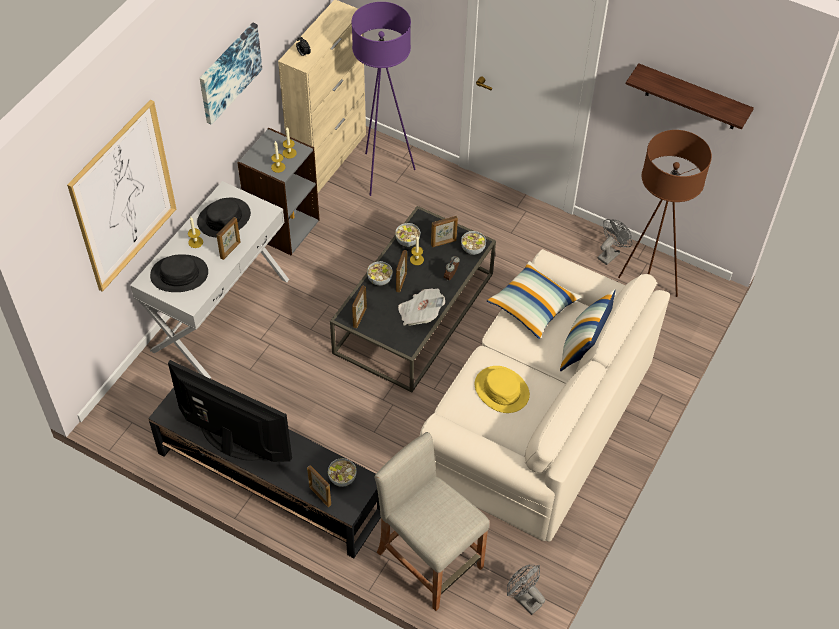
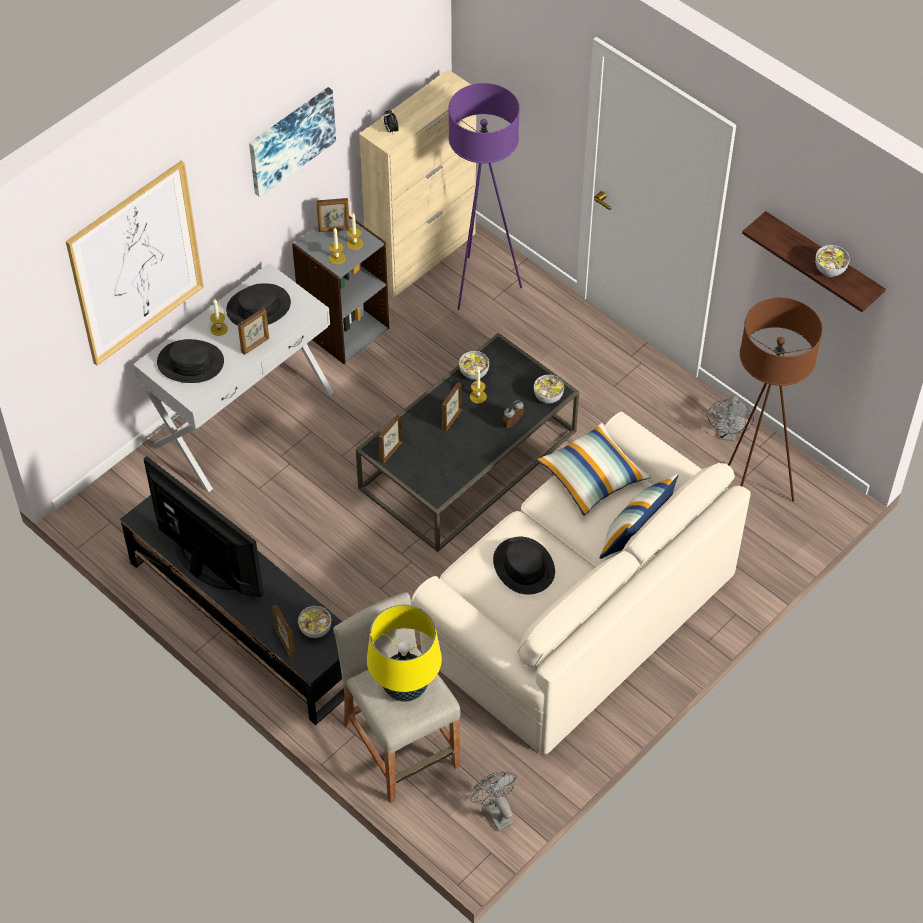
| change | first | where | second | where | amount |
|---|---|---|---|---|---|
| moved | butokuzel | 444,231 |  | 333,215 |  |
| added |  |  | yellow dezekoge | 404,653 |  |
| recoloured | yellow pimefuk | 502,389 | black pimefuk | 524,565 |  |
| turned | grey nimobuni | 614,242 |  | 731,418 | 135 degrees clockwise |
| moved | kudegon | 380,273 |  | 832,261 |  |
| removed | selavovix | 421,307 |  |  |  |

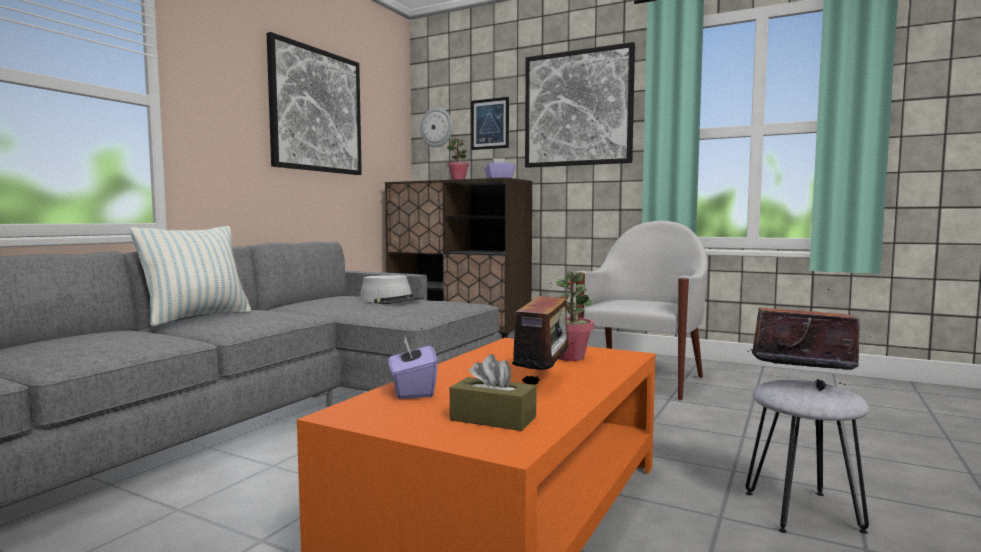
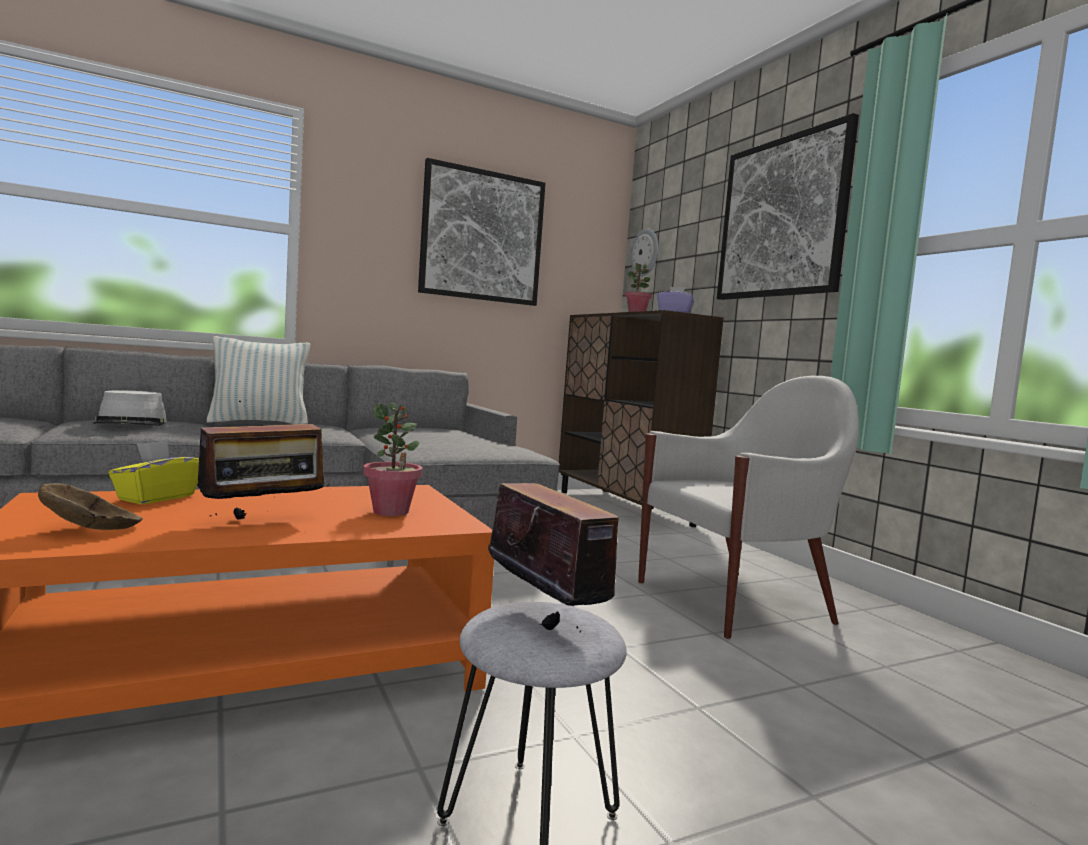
| change | first | where | second | where | amount |
|---|---|---|---|---|---|
| replaced | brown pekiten | 493,392 | brown kudegon | 90,506 |  |
| moved | grey pimefuk | 391,289 |  | 130,408 |  |
| recoloured | purple pekiten | 413,368 | yellow pekiten | 153,472 |  |
| removed | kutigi | 490,123 |  |  |  |

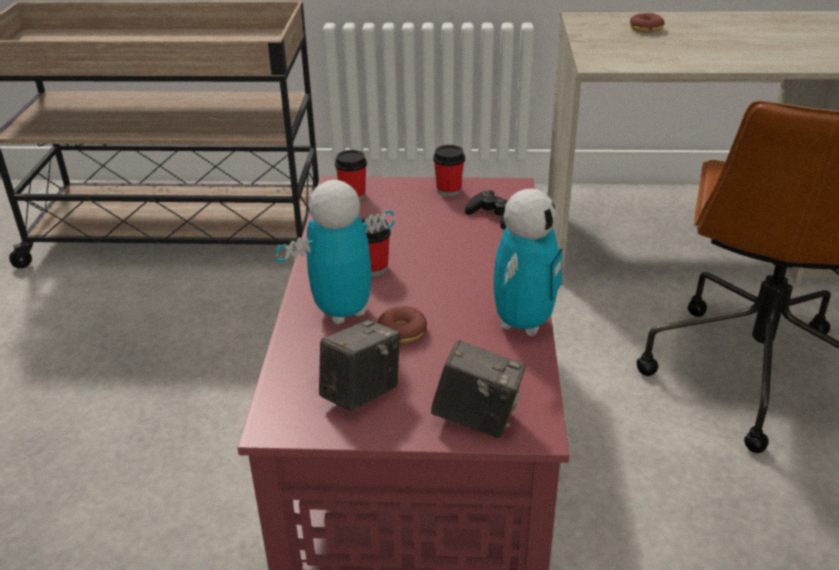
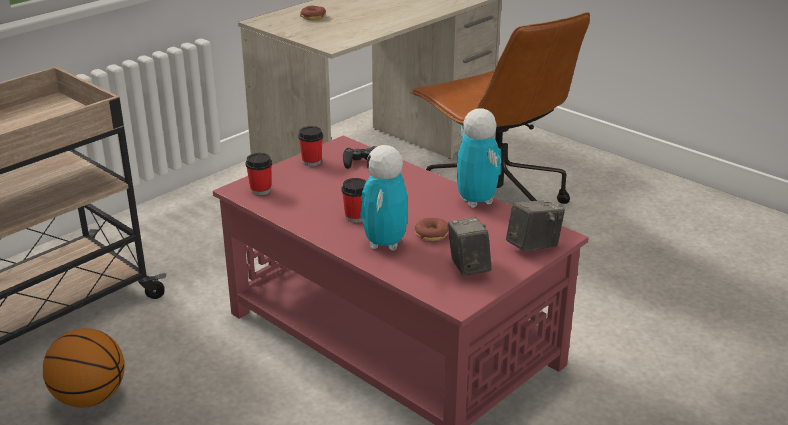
| change | first | where | second | where | amount |
|---|---|---|---|---|---|
| added |  |  | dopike | 84,368 |  |

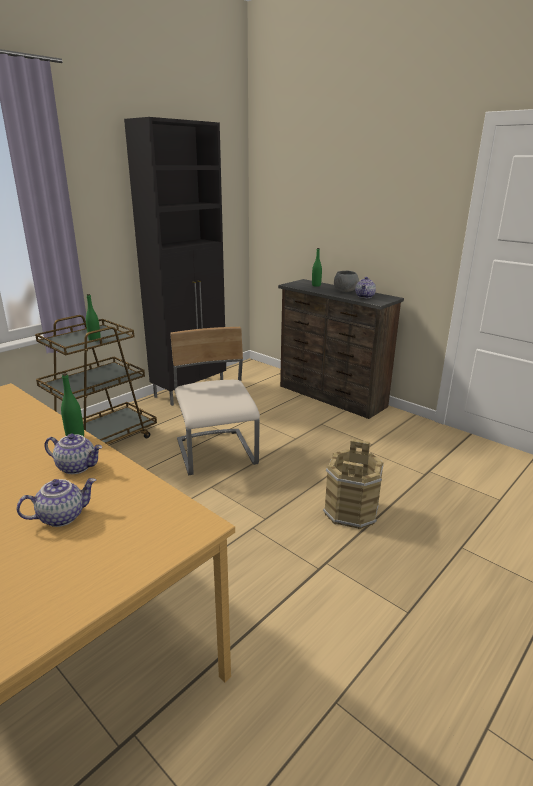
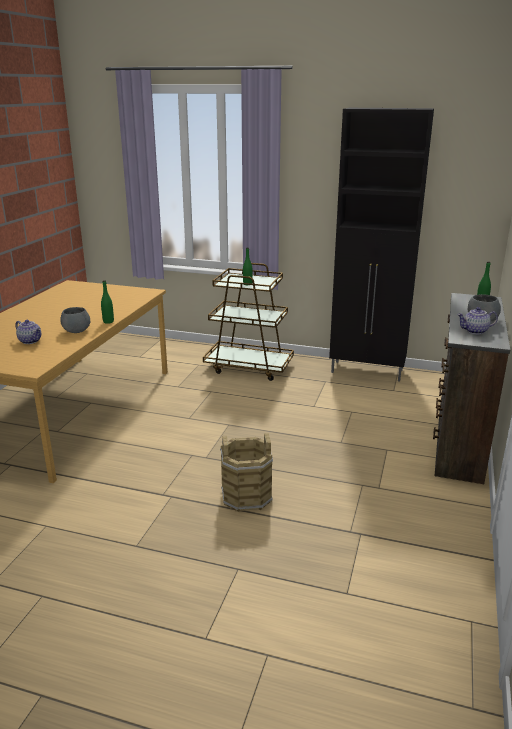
| change | first | where | second | where | amount |
|---|---|---|---|---|---|
| replaced | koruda | 73,453 | grey kudegon | 75,320 |  |
| removed | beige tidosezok | 215,401 |  |  |  |

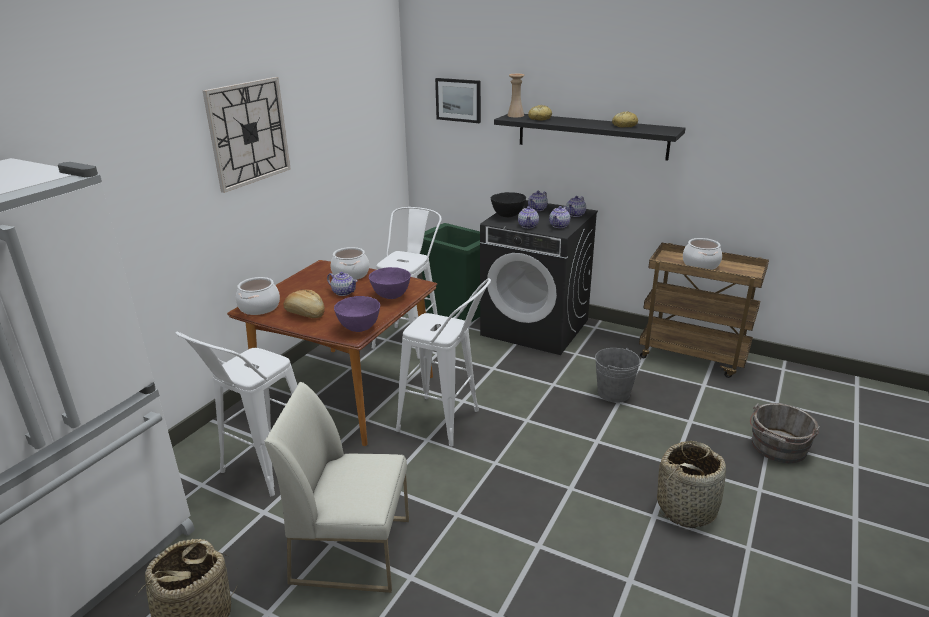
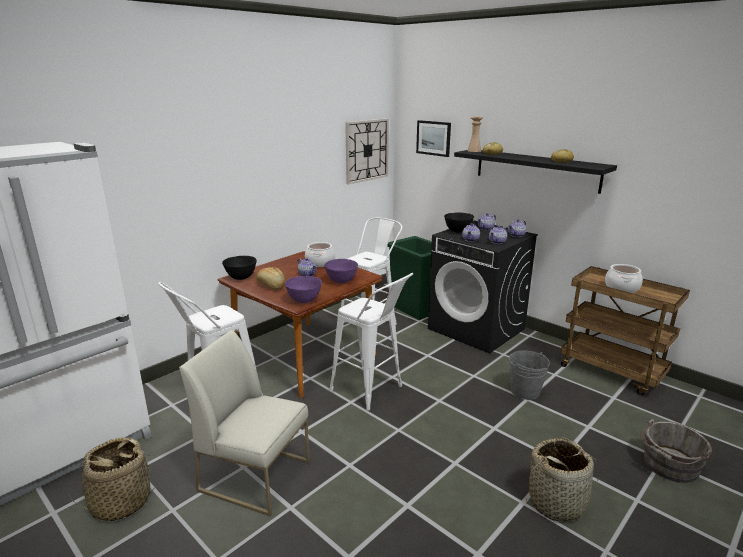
| change | first | where | second | where | amount |
|---|---|---|---|---|---|
| replaced | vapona | 258,296 | black kudegon | 239,268 |  |
| moved | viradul | 247,135 |  | 367,151 |  |

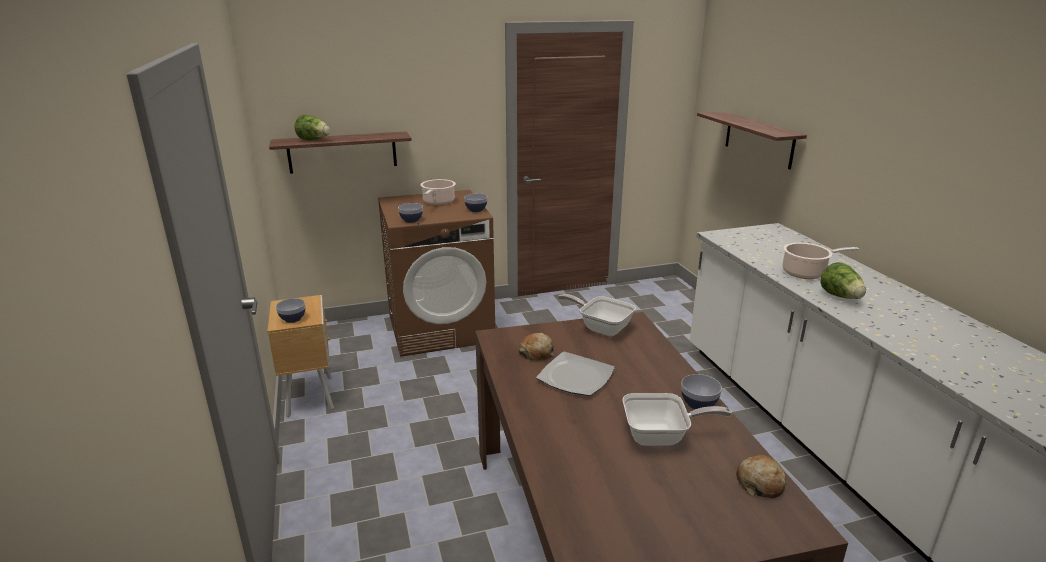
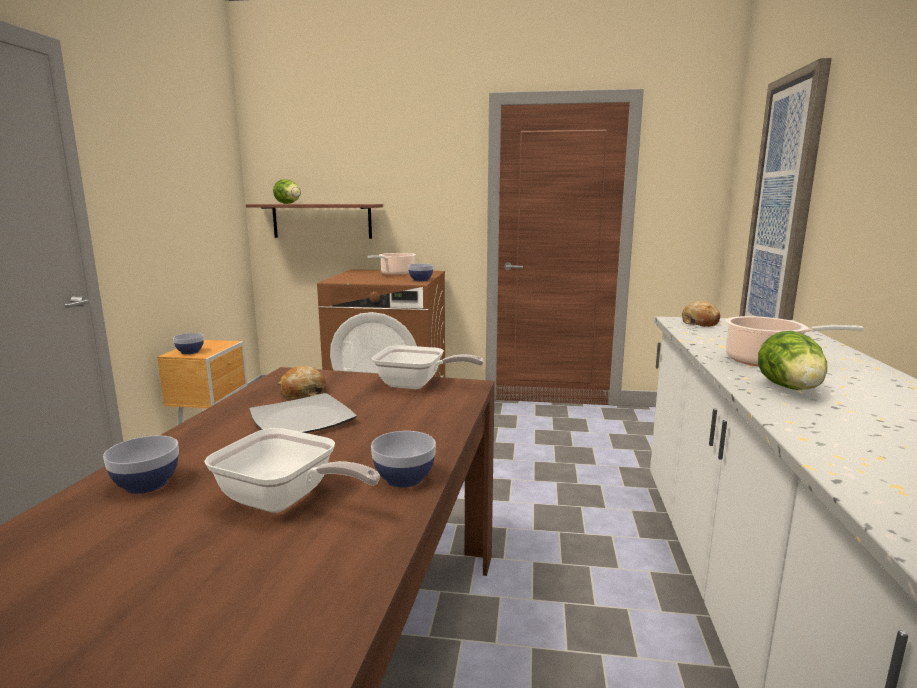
| change | first | where | second | where | amount |
|---|---|---|---|---|---|
| moved | kudegon | 410,213 |  | 141,464 |  |
| turned | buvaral | 597,315 |  | 428,367 | 135 degrees clockwise |
| moved | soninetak | 761,477 |  | 701,314 |  |
| replaced | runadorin | 752,140 | kutigi | 785,189 |  |

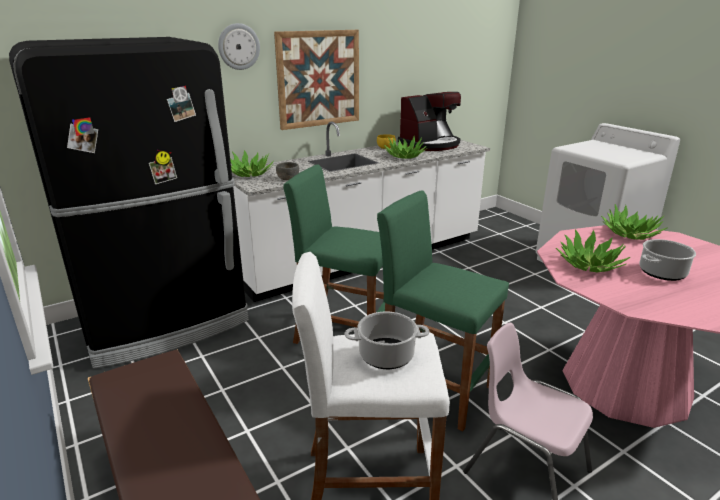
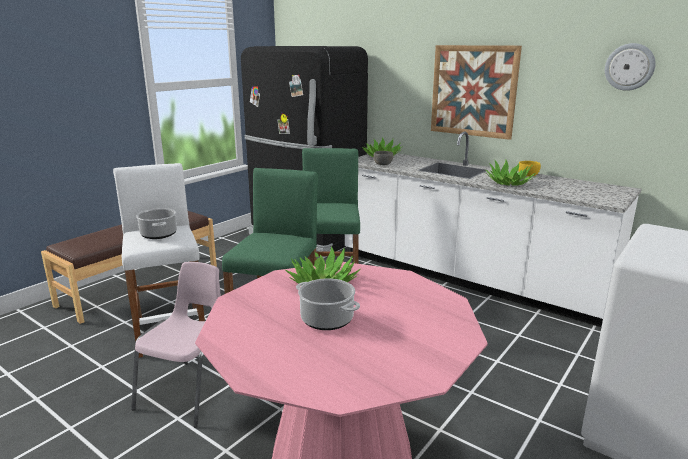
| change | first | where | second | where | amount |
|---|---|---|---|---|---|
| moved | viradul | 239,46 |  | 630,67 |  |
| removed | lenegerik | 429,121 |  |  |  |
| removed | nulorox | 634,222 |  |  |  |

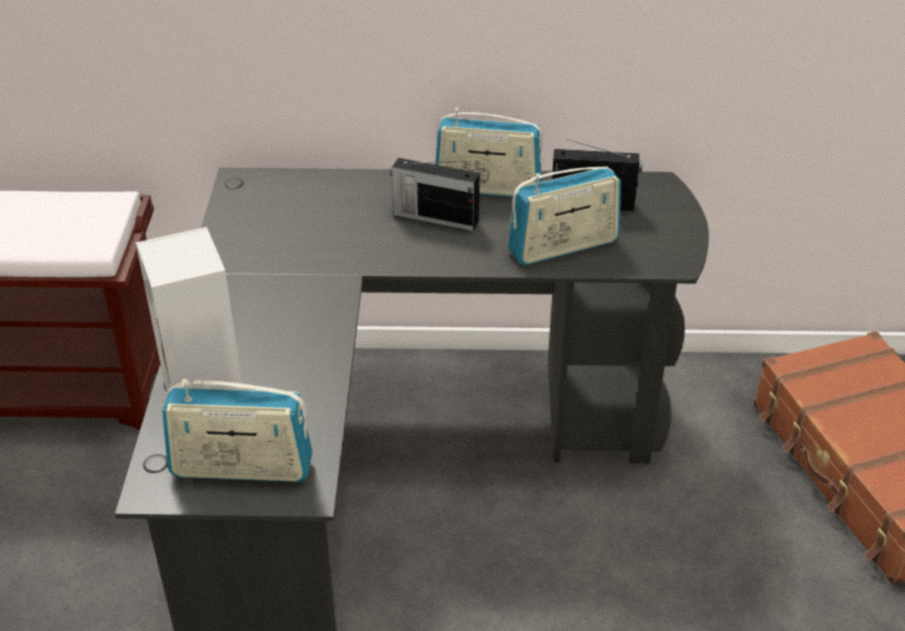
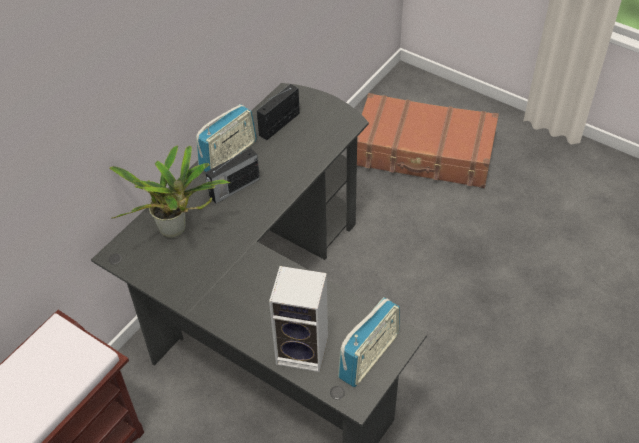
| change | first | where | second | where | amount |
|---|---|---|---|---|---|
| added |  |  | nulorox | 170,191 |  |
| removed | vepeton | 564,215 |  |  |  |

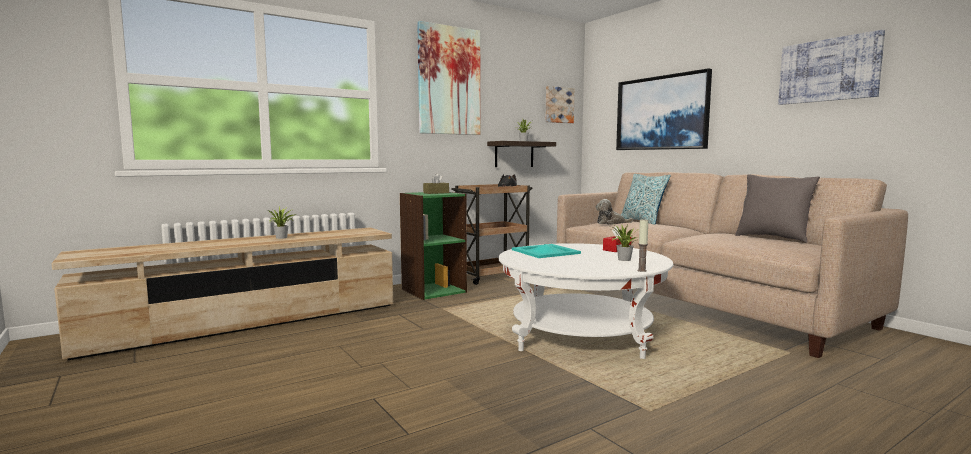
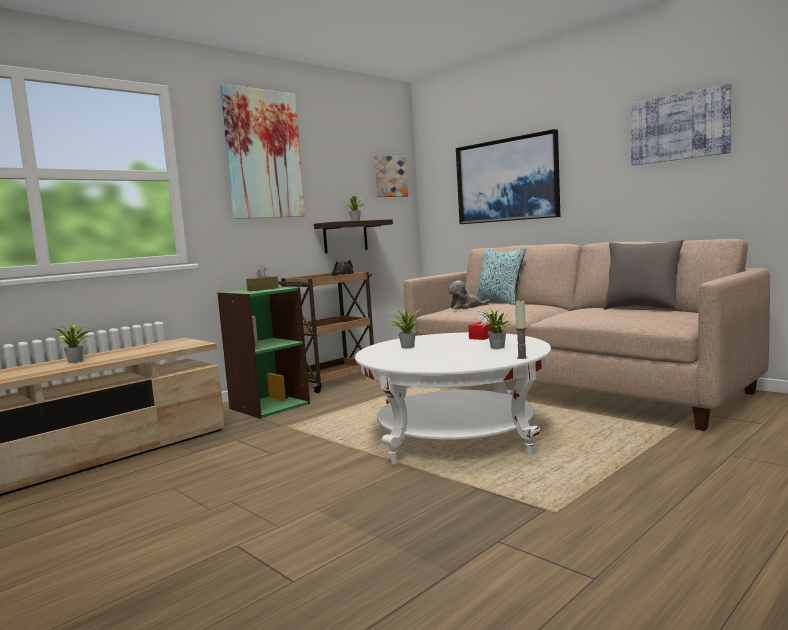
| change | first | where | second | where | amount |
|---|---|---|---|---|---|
| replaced | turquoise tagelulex | 546,251 | nulorox | 403,329 |  |

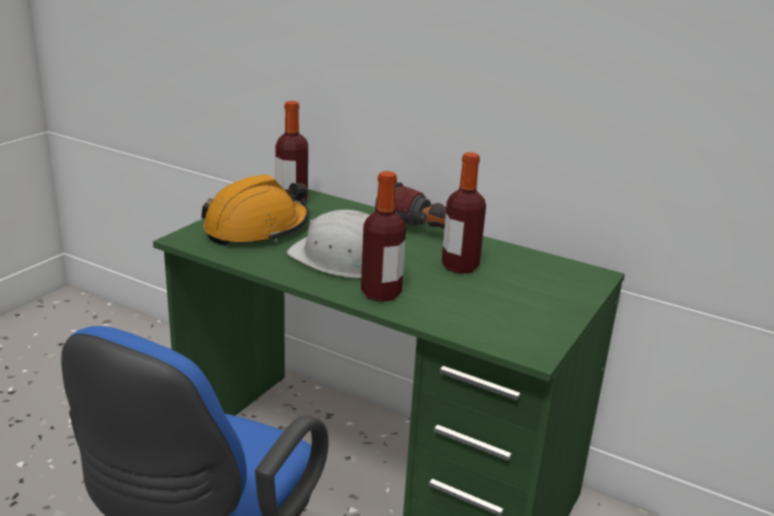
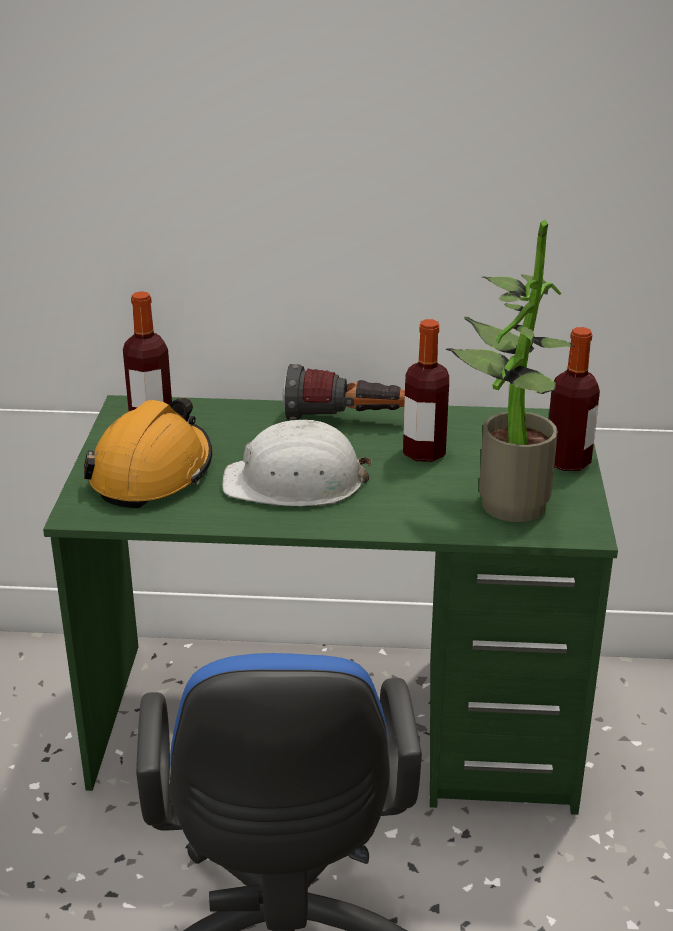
| change | first | where | second | where | amount |
|---|---|---|---|---|---|
| added |  |  | nulorox | 510,371 |  |
| moved | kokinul | 383,236 |  | 574,399 |  |

